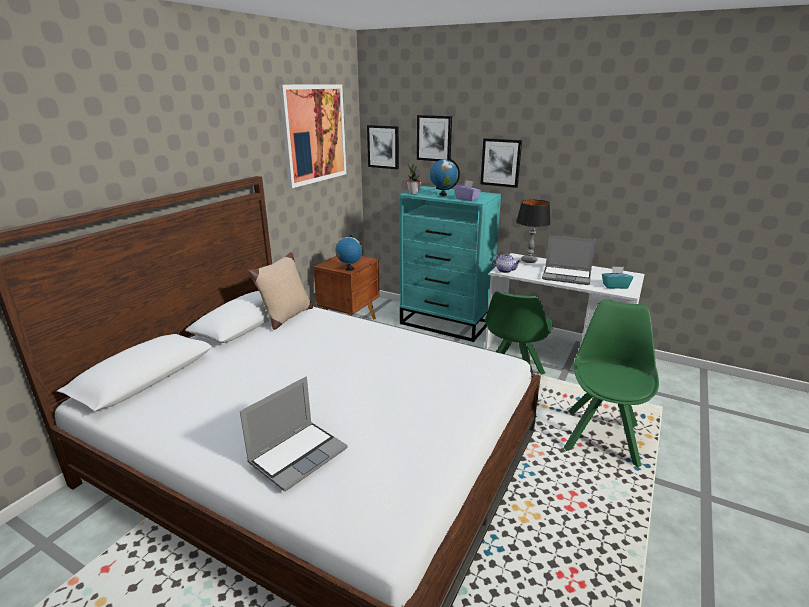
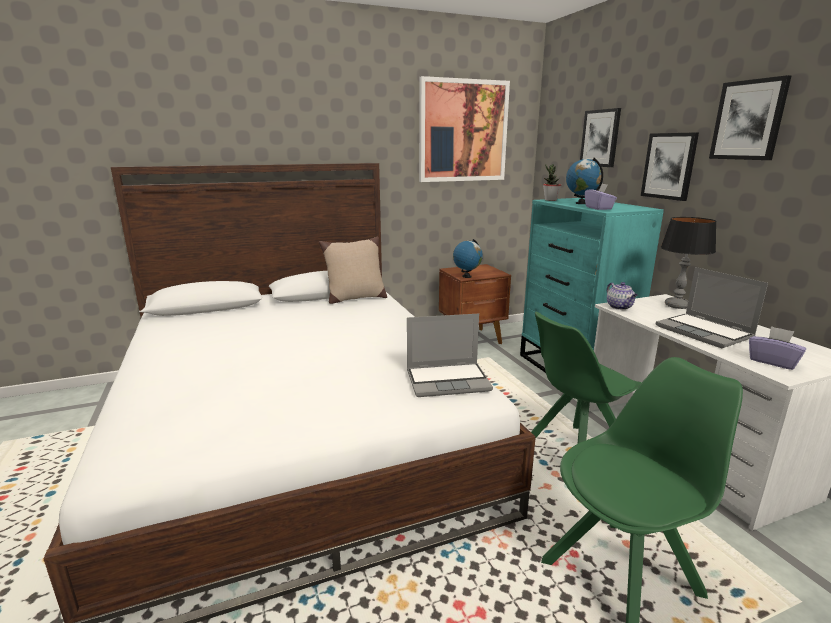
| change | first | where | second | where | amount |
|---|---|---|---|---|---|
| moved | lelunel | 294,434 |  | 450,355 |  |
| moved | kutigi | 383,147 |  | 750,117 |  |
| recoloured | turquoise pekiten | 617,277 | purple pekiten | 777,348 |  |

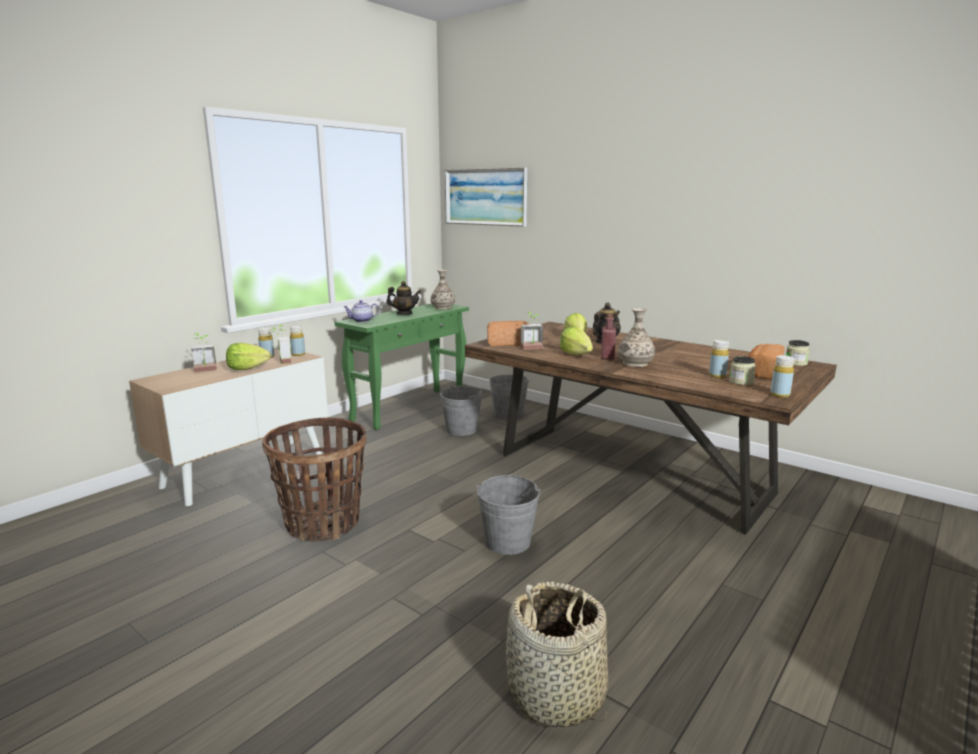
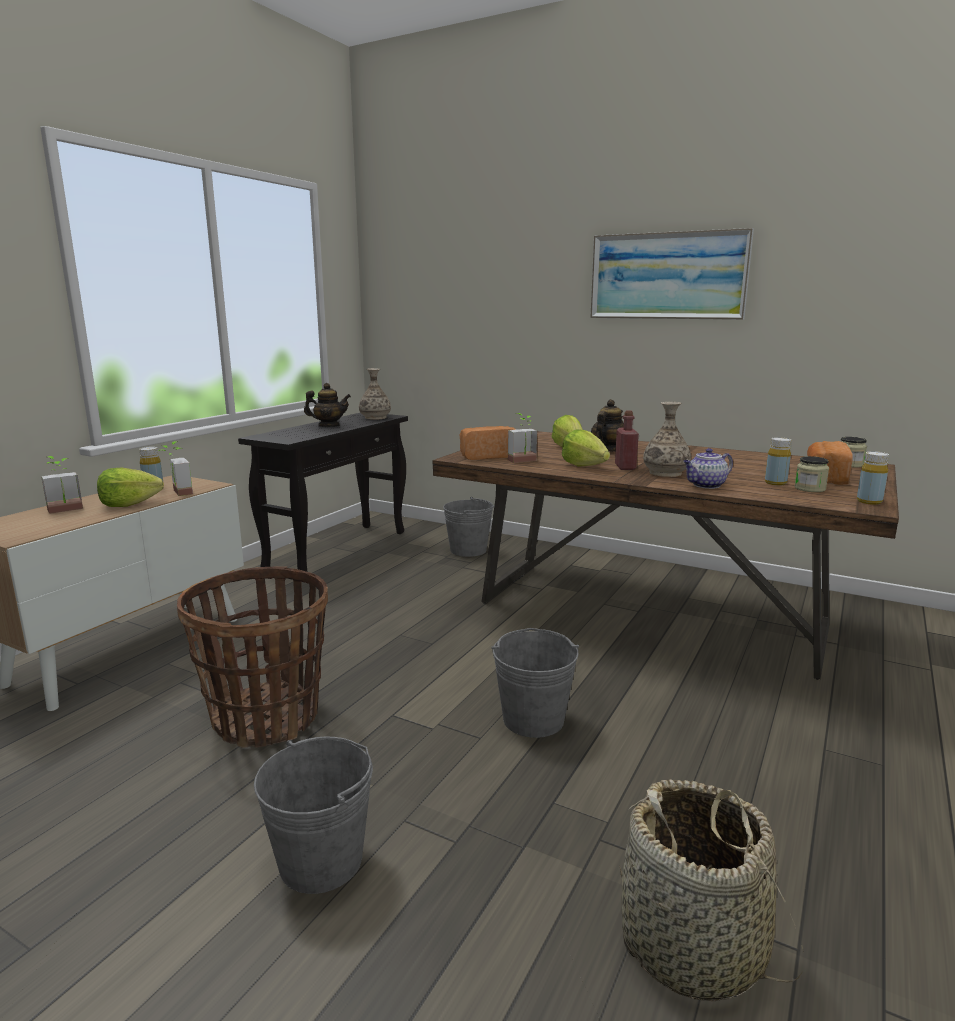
| change | first | where | second | where | amount |
|---|---|---|---|---|---|
| recoloured | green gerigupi | 402,367 | black gerigupi | 323,492 |  |
| moved | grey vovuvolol | 461,410 |  | 313,815 |  |
| moved | kutigi | 486,197 |  | 672,274 |  |
| moved | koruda | 361,311 |  | 708,468 |  |
| removed | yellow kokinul | 297,341 |  |  |  |

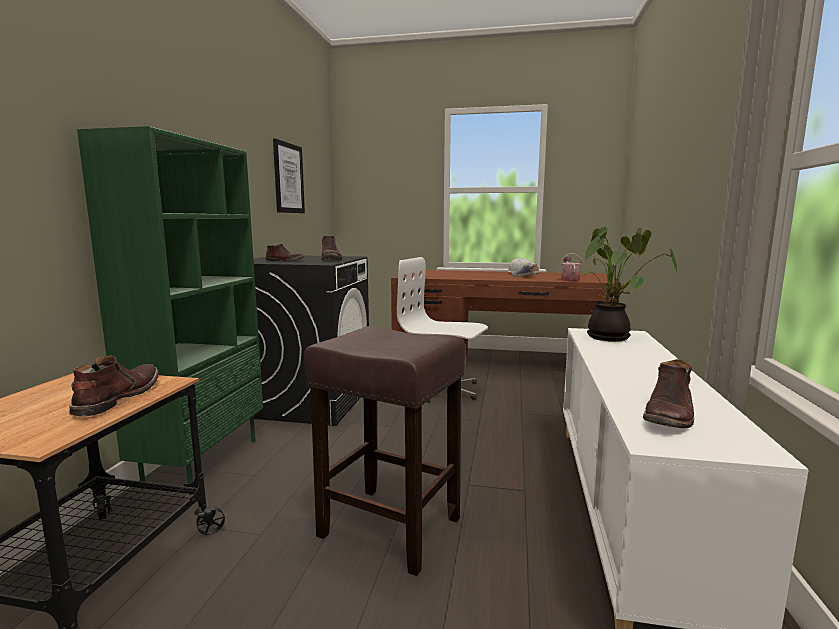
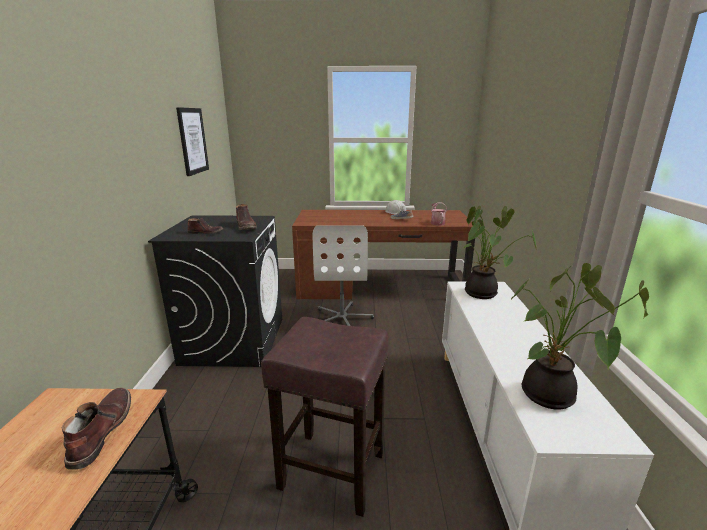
| change | first | where | second | where | amount |
|---|---|---|---|---|---|
| turned | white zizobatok | 442,330 |  | 343,275 | 105 degrees counterclockwise |
| replaced | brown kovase | 668,393 | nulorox | 580,336 |  |
| removed | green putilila | 170,310 |  |  |  |

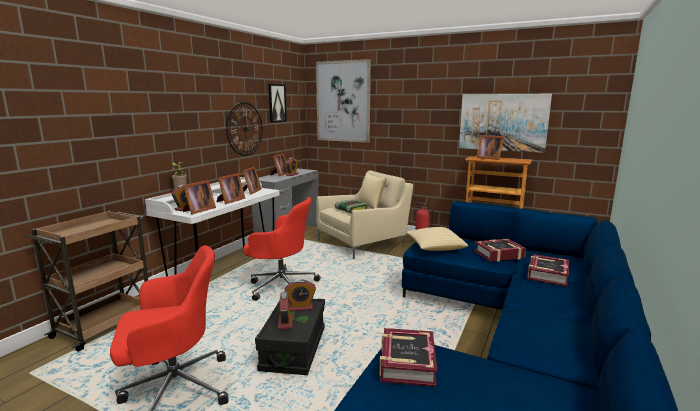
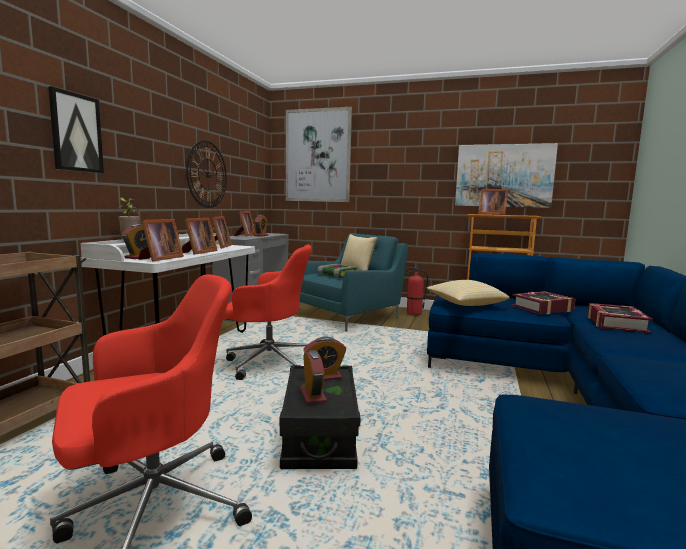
| change | first | where | second | where | amount |
|---|---|---|---|---|---|
| moved | kutigi | 277,103 |  | 76,129 |  |
| recoloured | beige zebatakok | 365,214 | turquoise zebatakok | 354,282 |  |
| removed | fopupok | 408,357 |  |  |  |

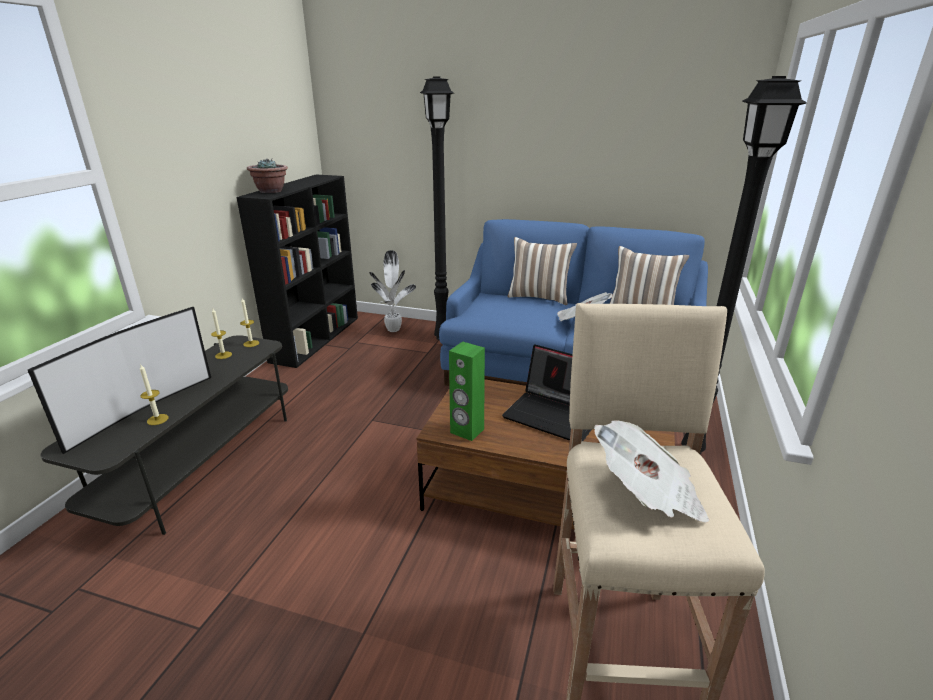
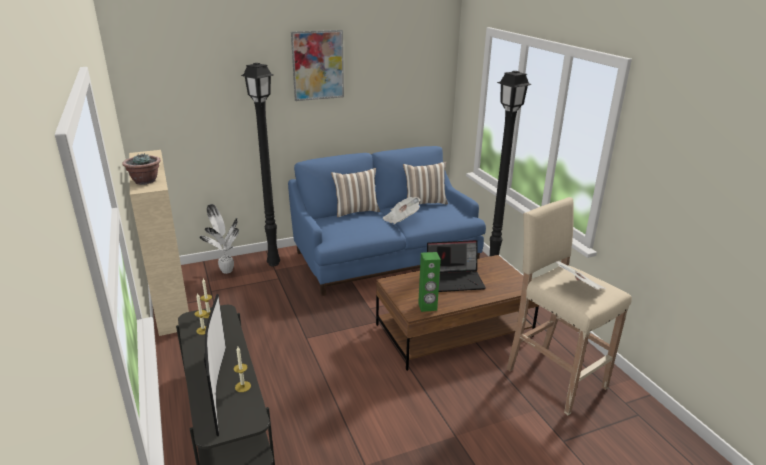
| change | first | where | second | where | amount |
|---|---|---|---|---|---|
| recoloured | black putilila | 297,271 | beige putilila | 159,243 |  |
| added |  |  | kutigi | 317,65 |  |

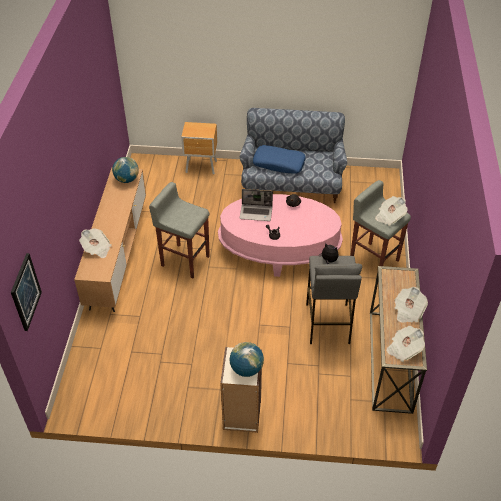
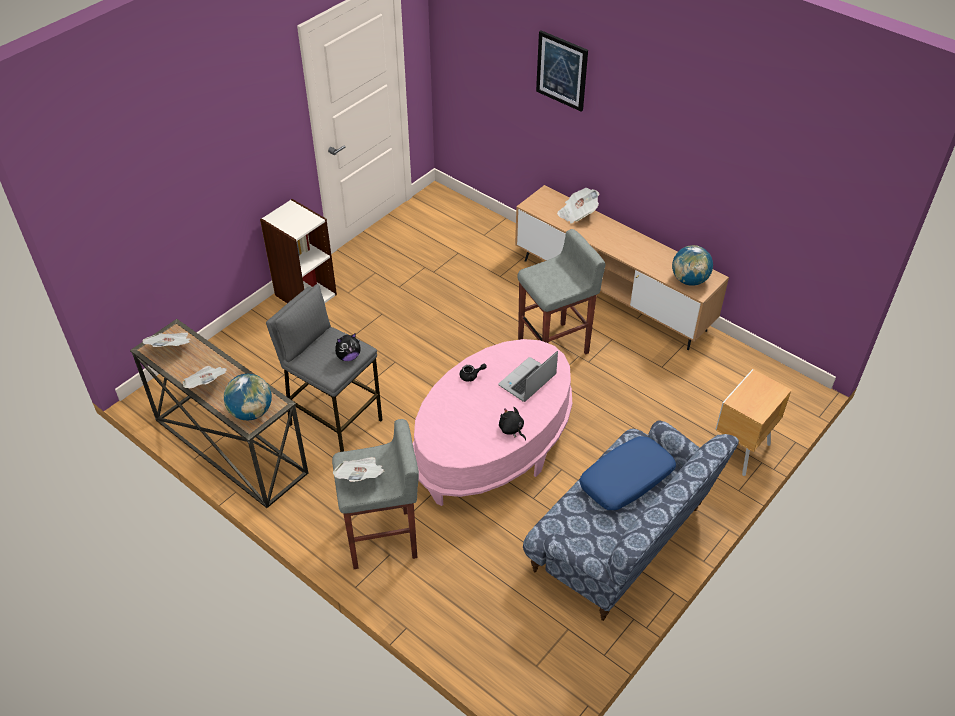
| change | first | where | second | where | amount |
|---|---|---|---|---|---|
| moved | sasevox | 247,359 |  | 248,397 |  |
| moved | kutigi | 26,292 |  | 562,70 |  |

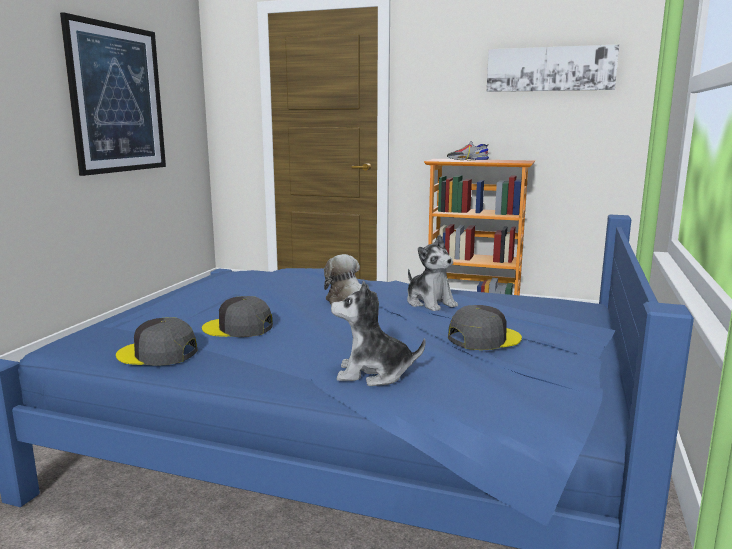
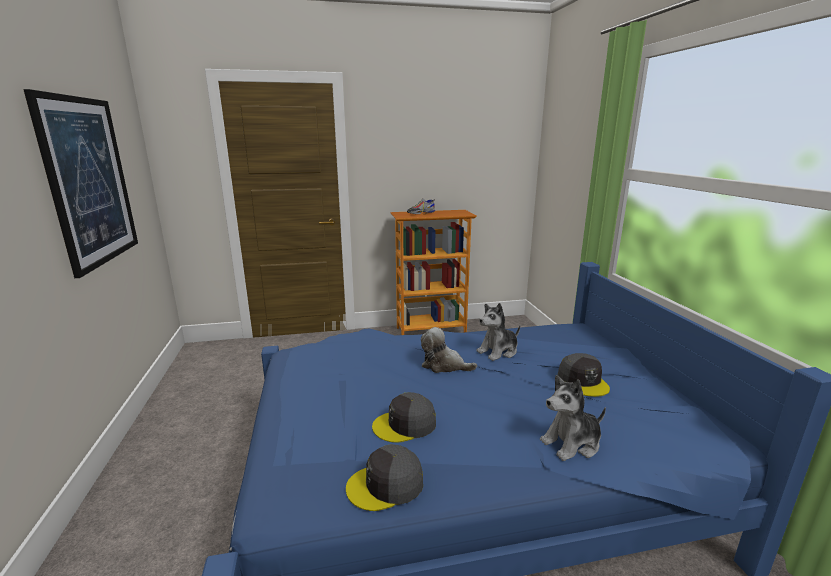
| change | first | where | second | where | amount |
|---|---|---|---|---|---|
| turned | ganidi | 432,273 |  | 498,332 | 120 degrees clockwise |
| turned | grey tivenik | 485,327 |  | 584,375 | 135 degrees clockwise |
| removed | kutigi | 553,68 |  |  |  |

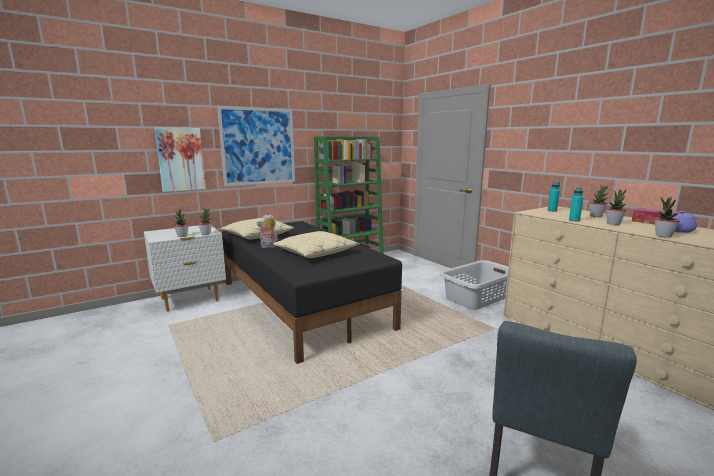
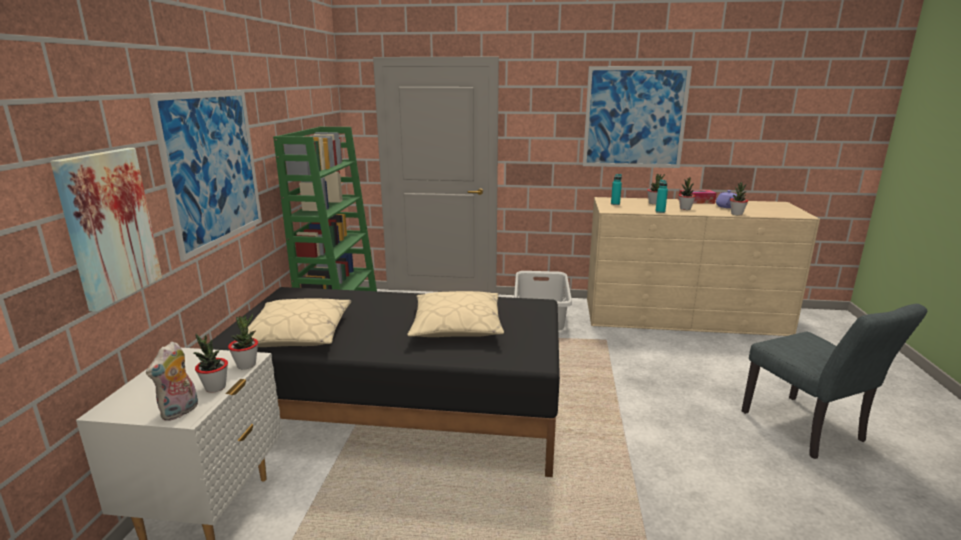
| change | first | where | second | where | amount |
|---|---|---|---|---|---|
| moved | ganidi | 267,231 |  | 172,381 |  |
| added |  |  | kutigi | 637,117 |  |

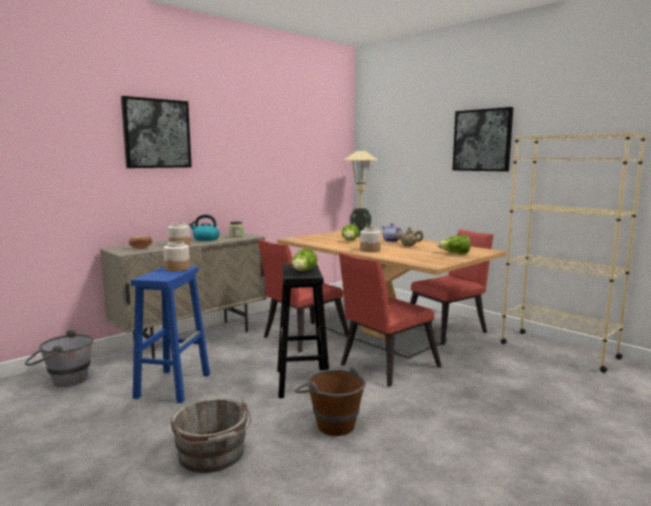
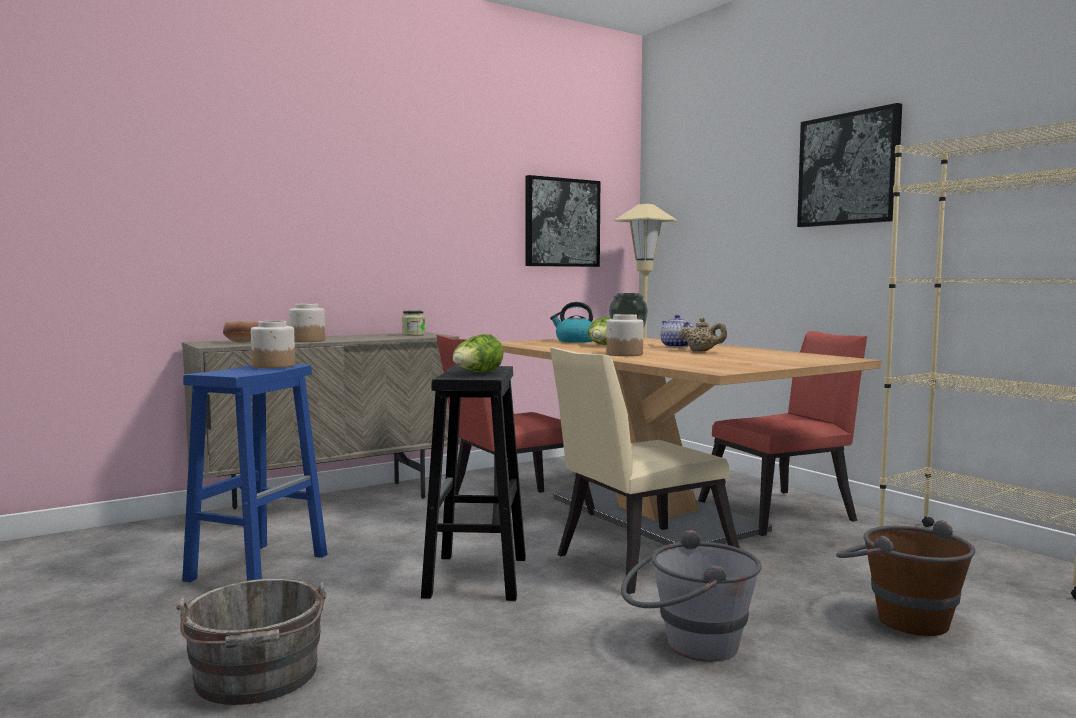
| change | first | where | second | where | amount |
|---|---|---|---|---|---|
| moved | kutigi | 156,132 |  | 562,221 |  |
| moved | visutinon | 204,227 |  | 571,322 |  |
| recoloured | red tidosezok | 390,320 | beige tidosezok | 645,470 |  |
| moved | grey vovuvolol | 59,358 |  | 691,596 |  |
| moved | brown vovuvolol | 330,401 |  | 906,578 |  |
| removed | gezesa | 454,244 |  |  |  |

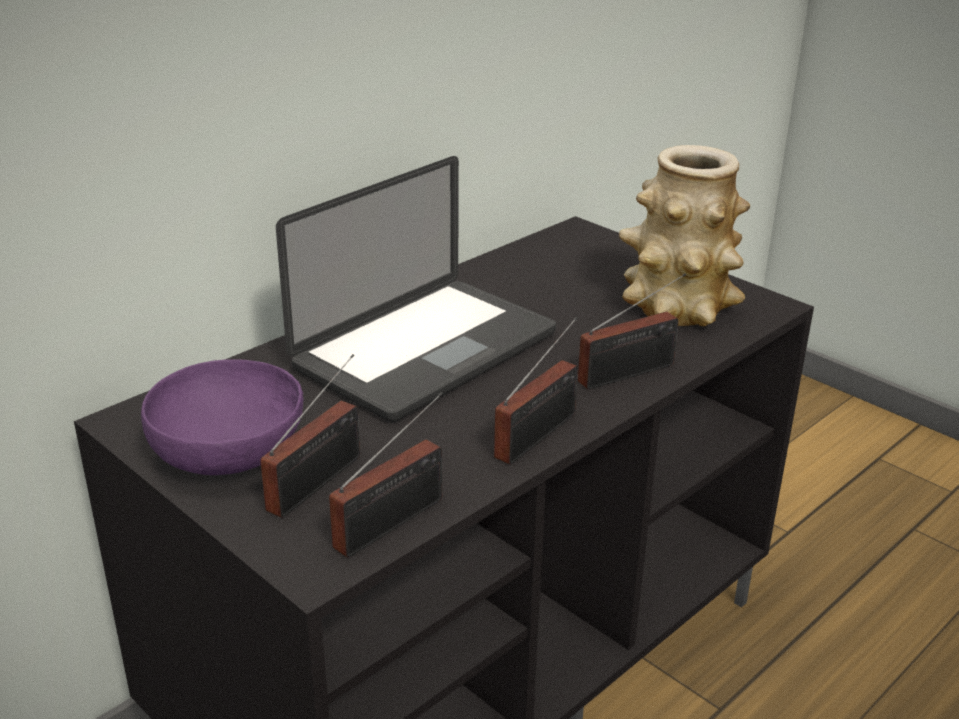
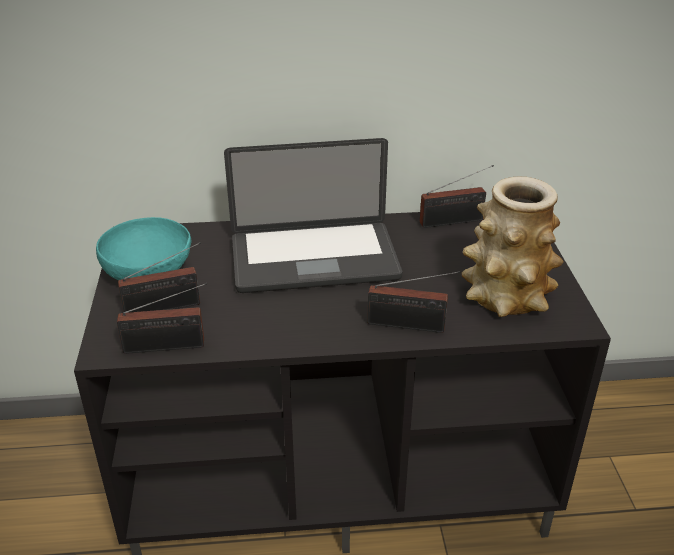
| change | first | where | second | where | amount |
|---|---|---|---|---|---|
| recoloured | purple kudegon | 222,417 | turquoise kudegon | 143,248 |  |
| moved | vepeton | 536,391 |  | 457,196 |  |

